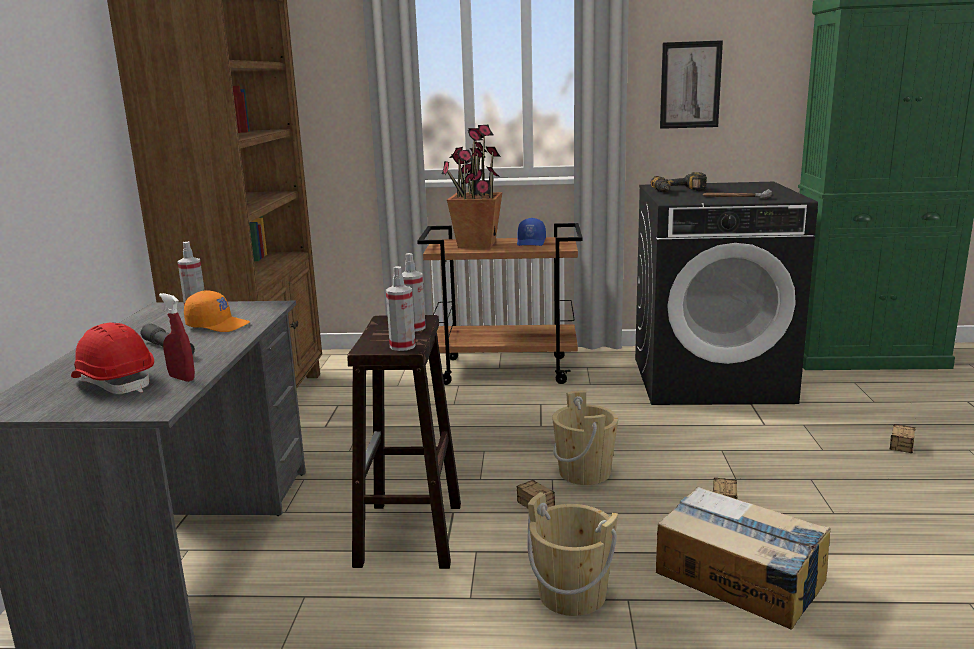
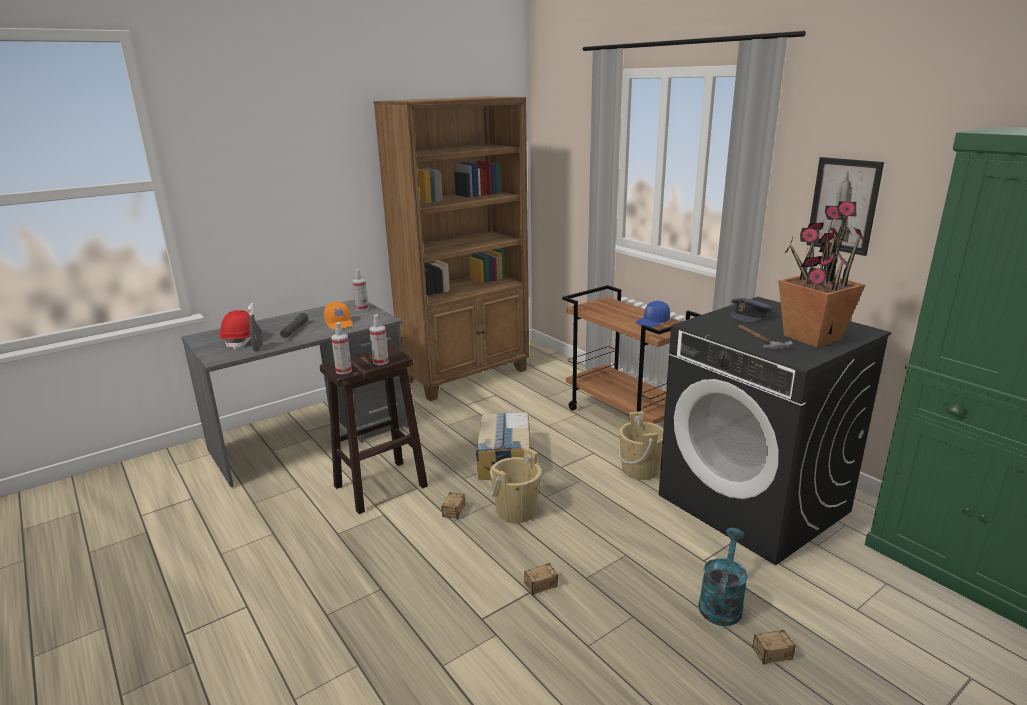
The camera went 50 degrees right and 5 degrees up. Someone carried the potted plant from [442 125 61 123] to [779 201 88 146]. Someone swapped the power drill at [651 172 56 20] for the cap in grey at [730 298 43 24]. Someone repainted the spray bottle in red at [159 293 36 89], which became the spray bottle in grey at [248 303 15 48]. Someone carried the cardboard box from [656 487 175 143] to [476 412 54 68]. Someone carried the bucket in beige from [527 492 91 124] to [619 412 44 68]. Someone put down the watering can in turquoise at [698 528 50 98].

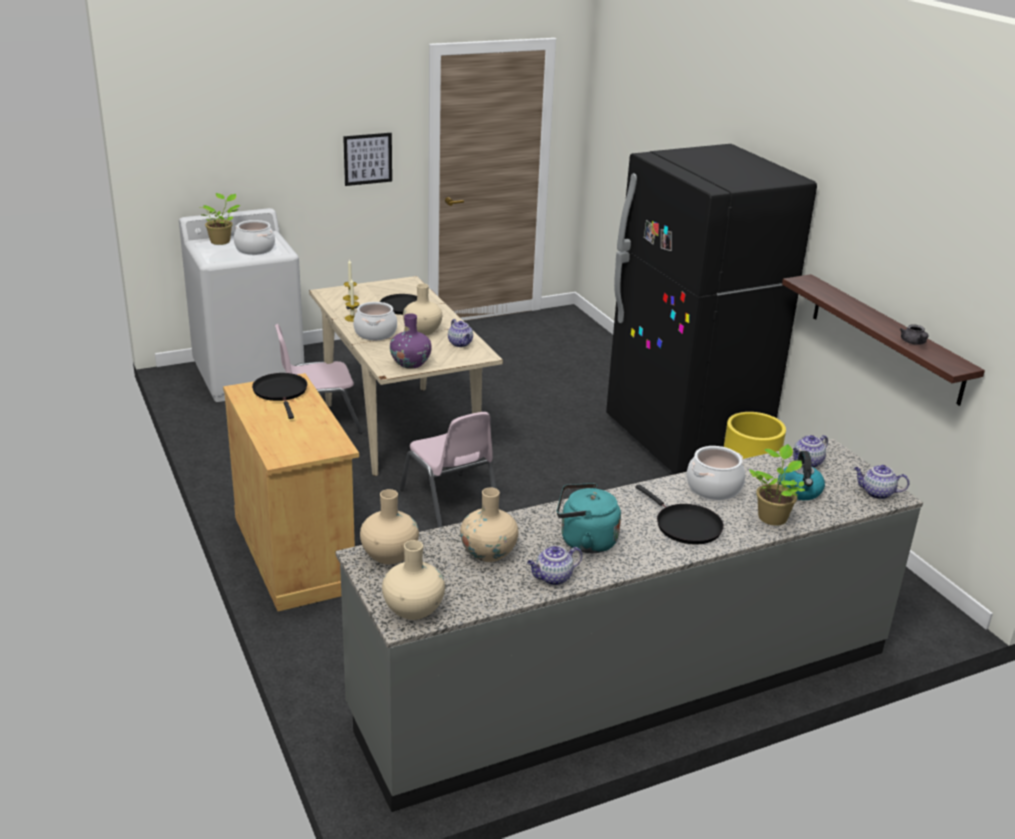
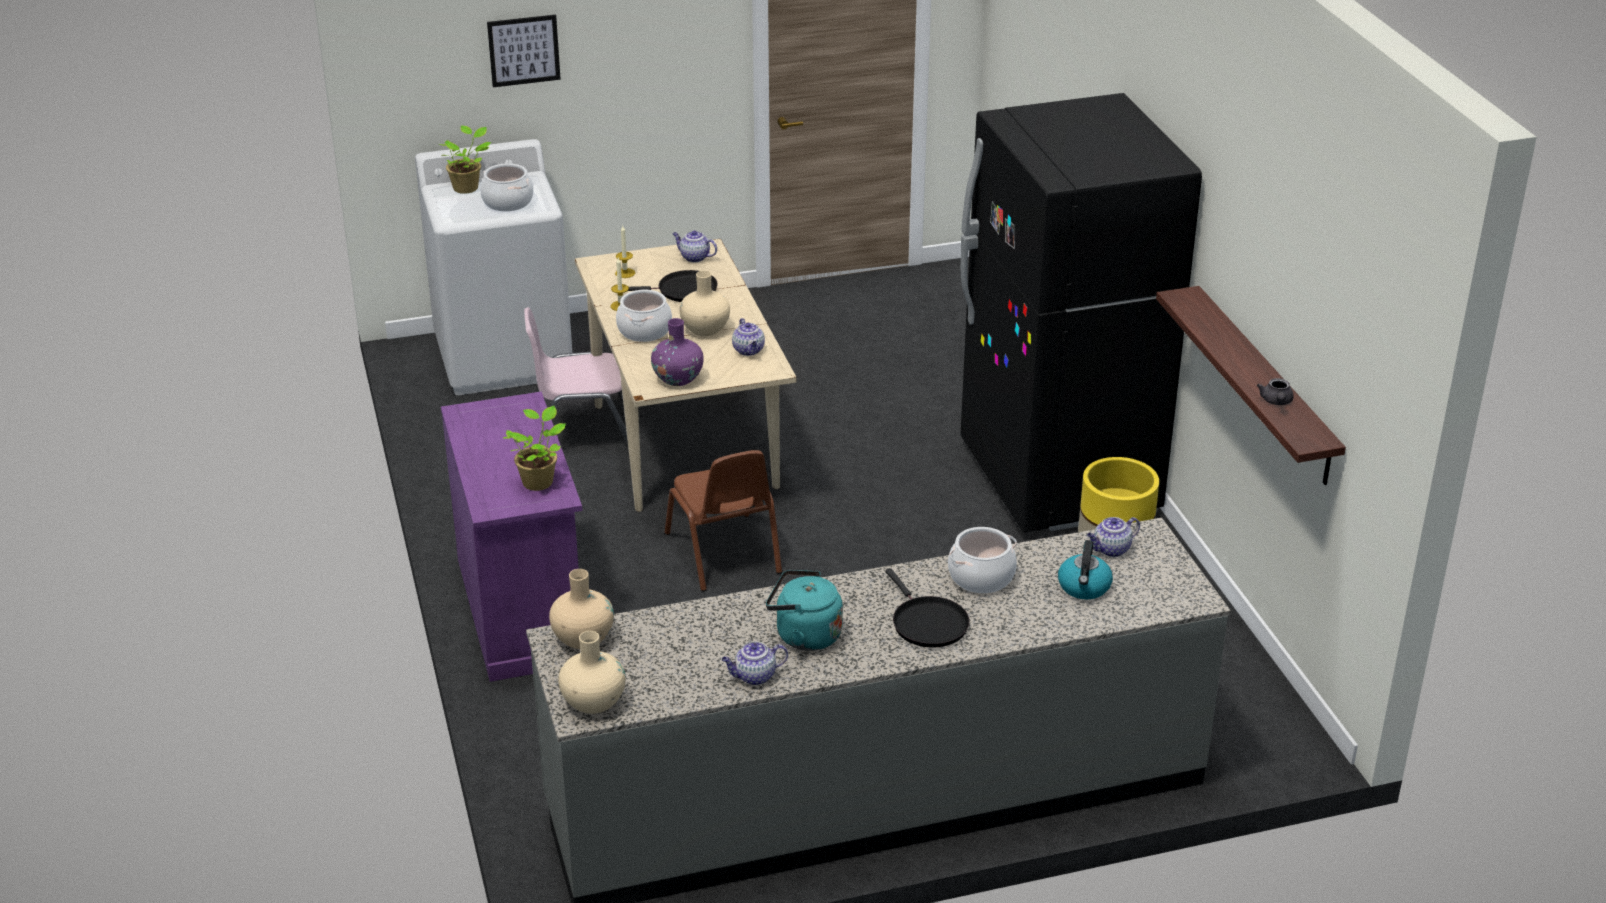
The camera went 10 degrees right and 5 degrees up. Someone carried the picture from [343 133 49 53] to [487 14 74 73]. Someone repainted the cabinet in beige at [223 373 136 239], which became the cabinet in purple at [441 392 141 290]. Someone took away the frying pan in black at [252 373 55 46]. Someone repainted the chair in pink at [400 412 96 116], which became the chair in brown at [665 450 117 142]. Someone carried the potted plant from [749 444 56 82] to [503 406 63 85]. Someone carried the teapot from [854 465 56 34] to [672 231 45 32]. Someone took away the vase in beige at [460 488 58 74].

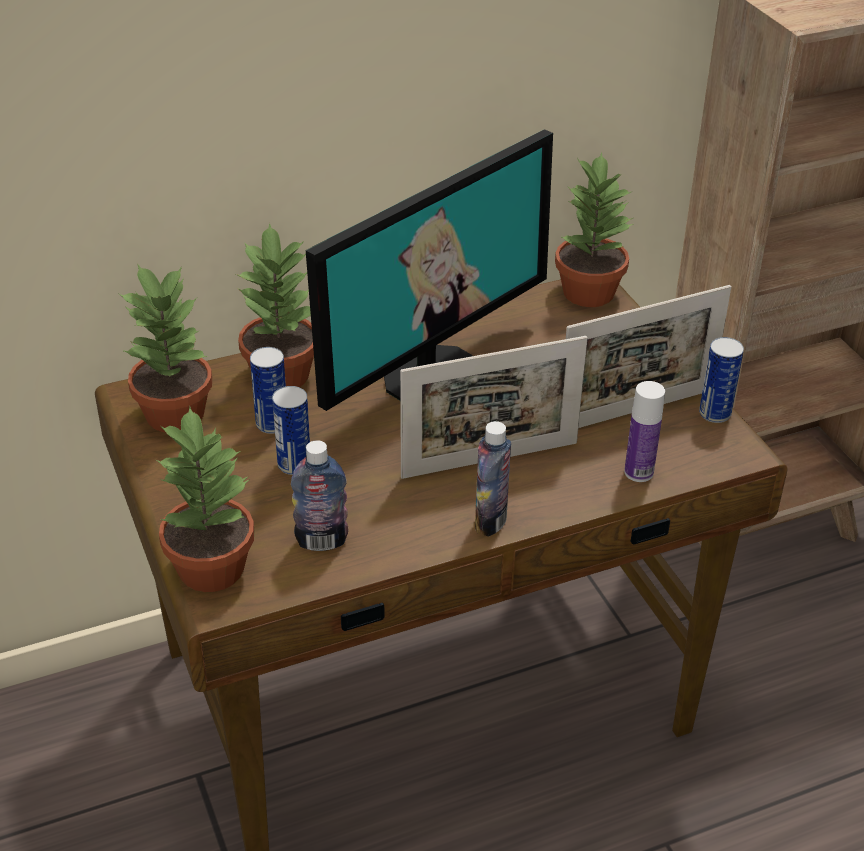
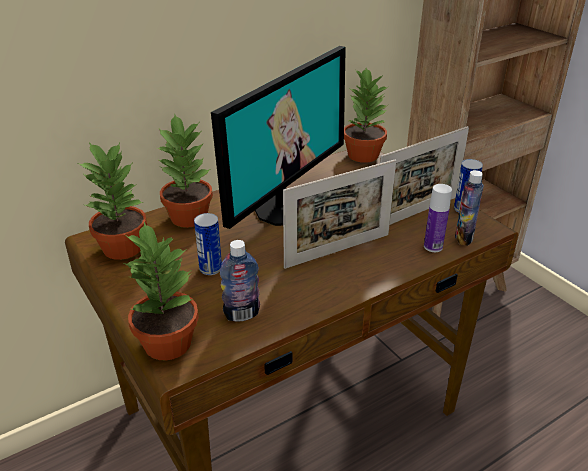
The camera went 10 degrees left and 5 degrees down. Someone took away the can at [250 347 36 87]. Someone carried the bottle from [475 421 36 116] to [455 170 29 76].

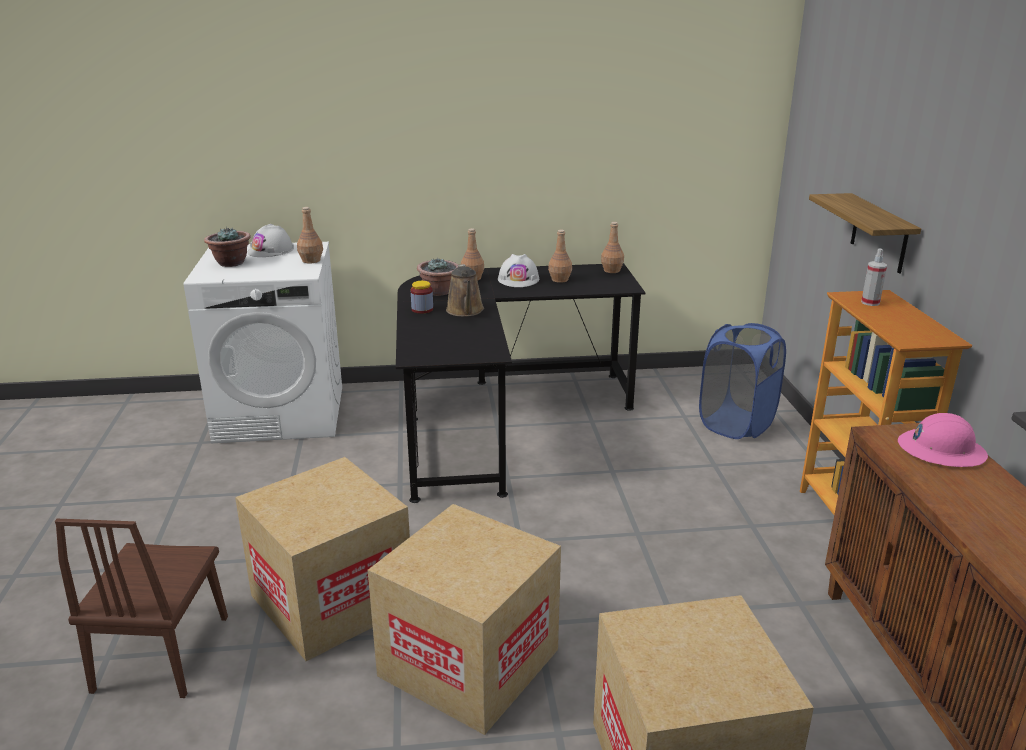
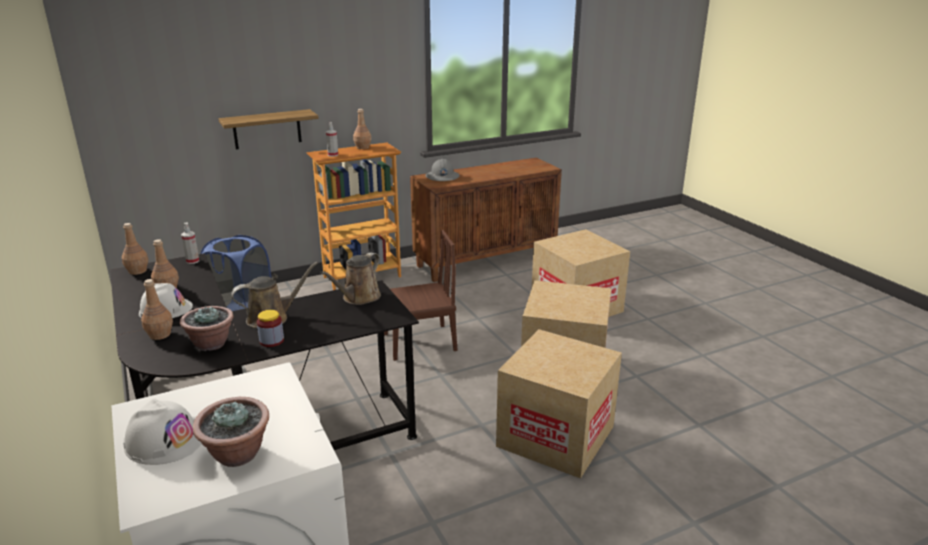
The camera went 110 degrees left and 0 degrees up. Someone carried the bottle in brown from [297 207 26 57] to [353 109 18 40]. Someone repainted the hard hat in pink at [898 413 90 54], which became the hard hat in grey at [425 159 35 22]. Someone carried the chair in brown from [55 519 173 179] to [384 230 73 131]. Someone put down the spray bottle at [181 223 18 41]. Someone put down the watering can in brown at [320 252 61 53].

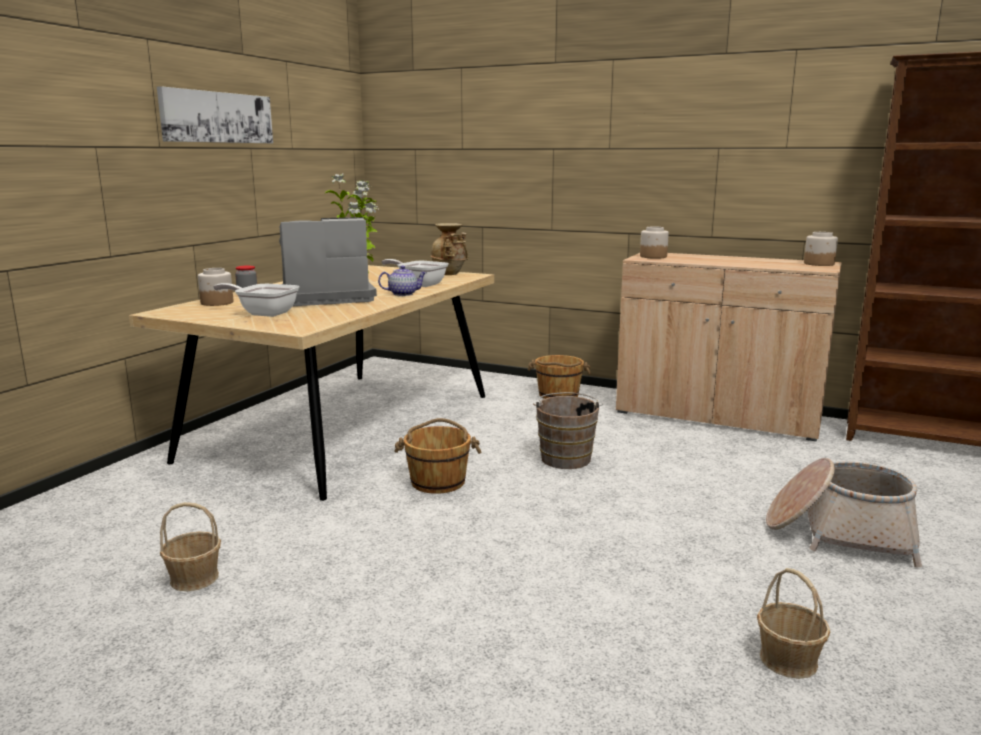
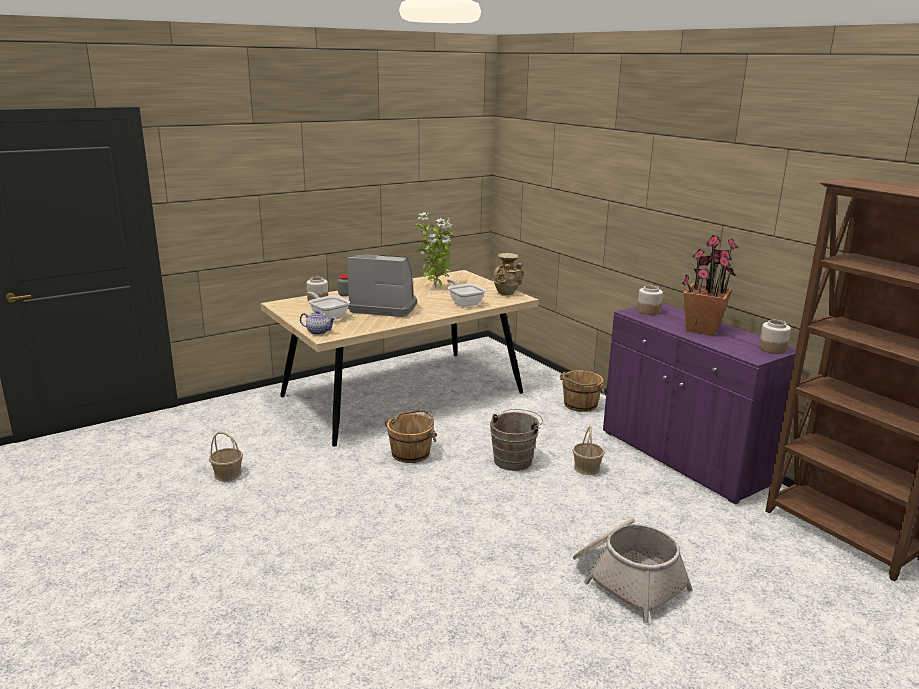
The camera went 30 degrees right and 5 degrees up. Someone took away the picture at [157 86 116 57]. Someone repainted the cabinet in beige at [616 253 226 189], which became the cabinet in purple at [603 303 193 202]. Someone carried the teapot from [378 266 49 30] to [300 310 36 25]. Someone carried the basket from [757 568 74 111] to [572 425 33 50]. Someone put down the potted plant at [682 235 56 101].

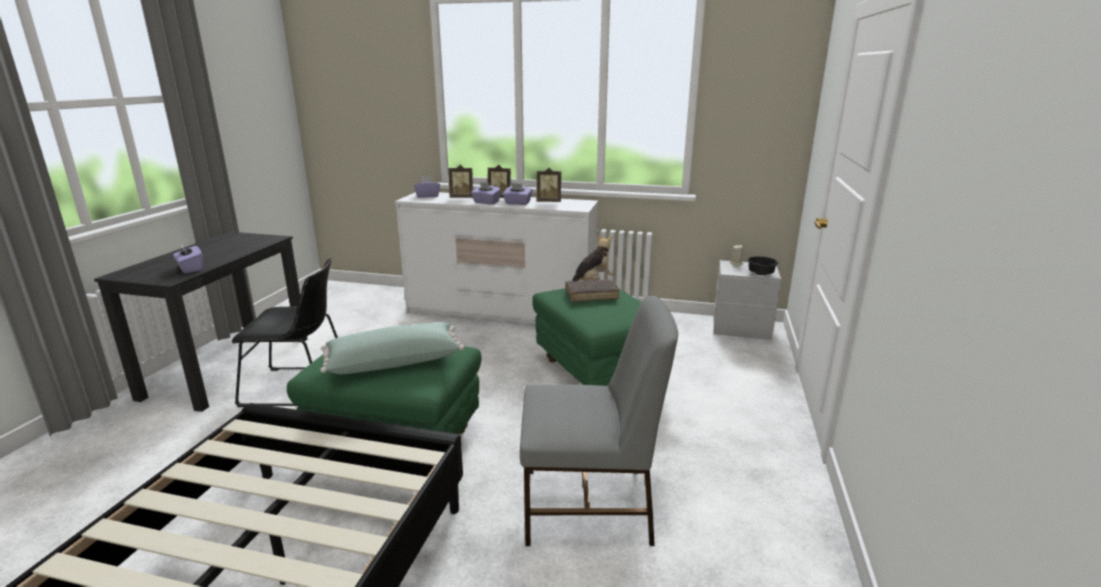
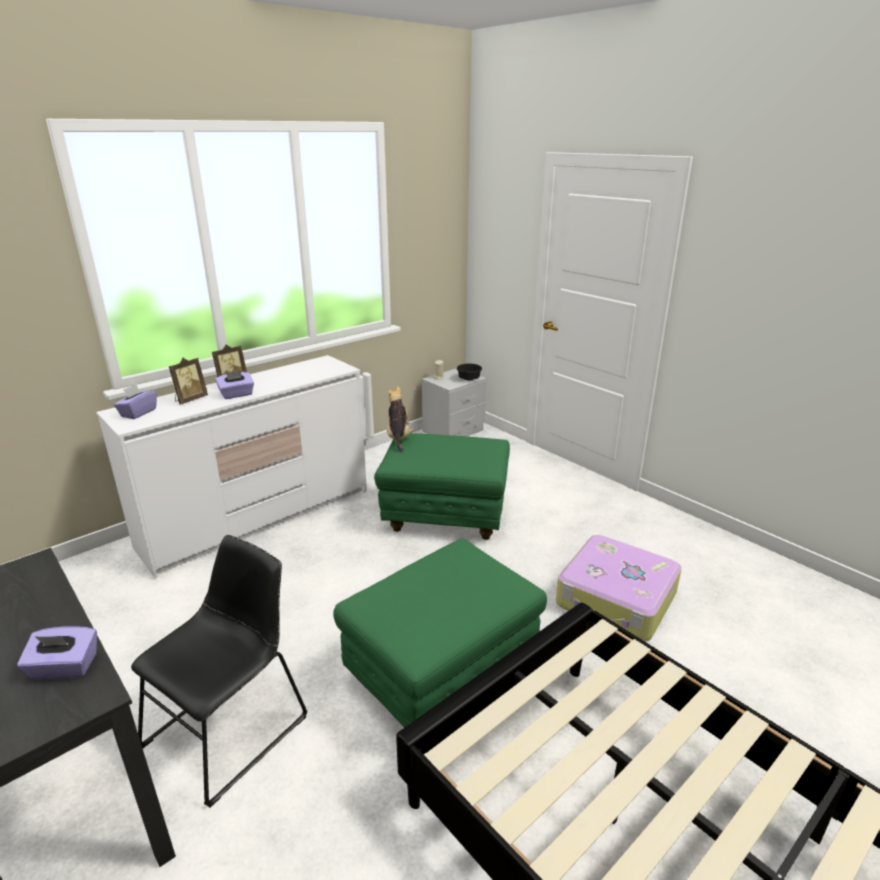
The camera went 55 degrees left and 5 degrees up. Someone took away the picture frame at [537 168 24 34]. Someone took away the tissue box in purple at [503 183 29 22]. Someone took away the book in brown at [565 280 55 22]. Someone swapped the chair in grey at [520 296 158 250] for the suitcase at [556 535 126 106]. Someone took away the pillow in green at [320 322 144 52].

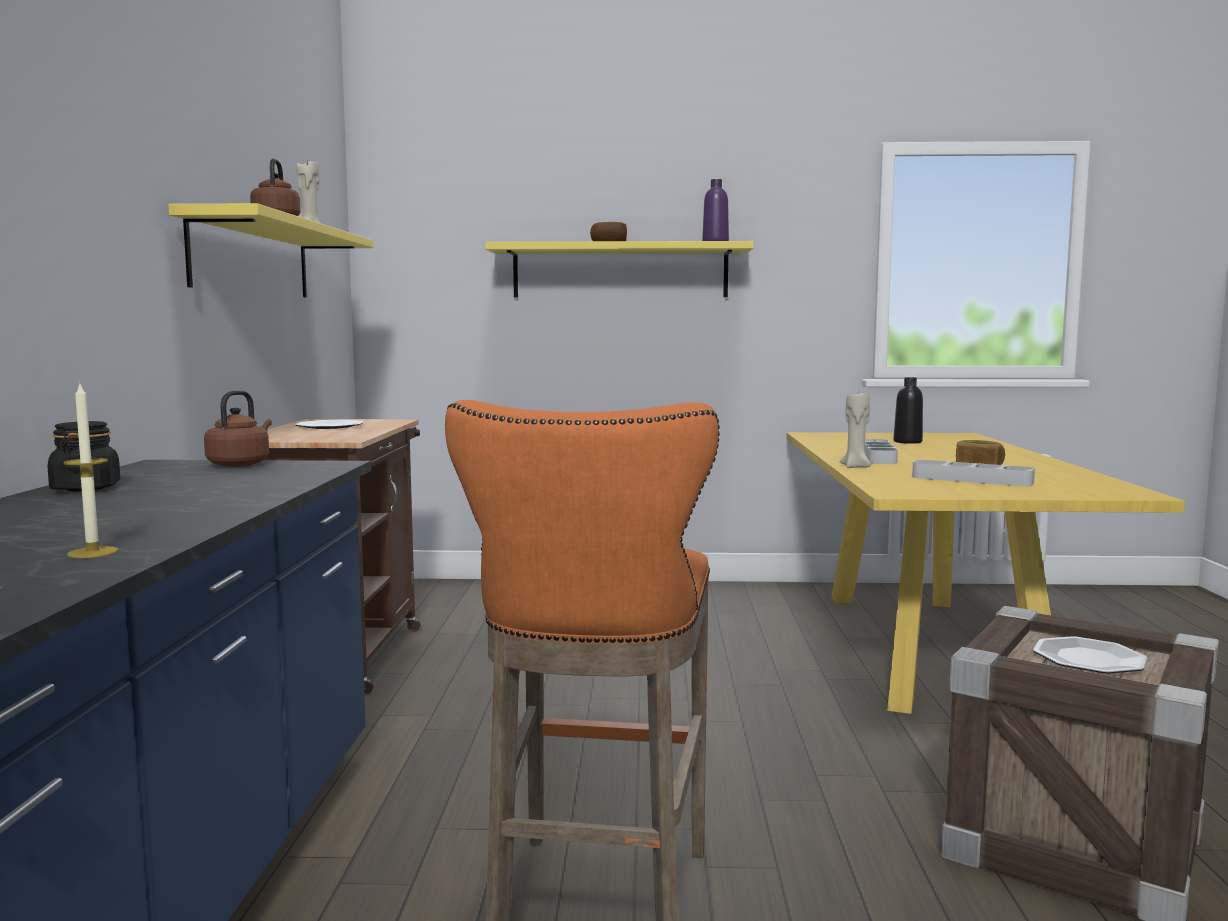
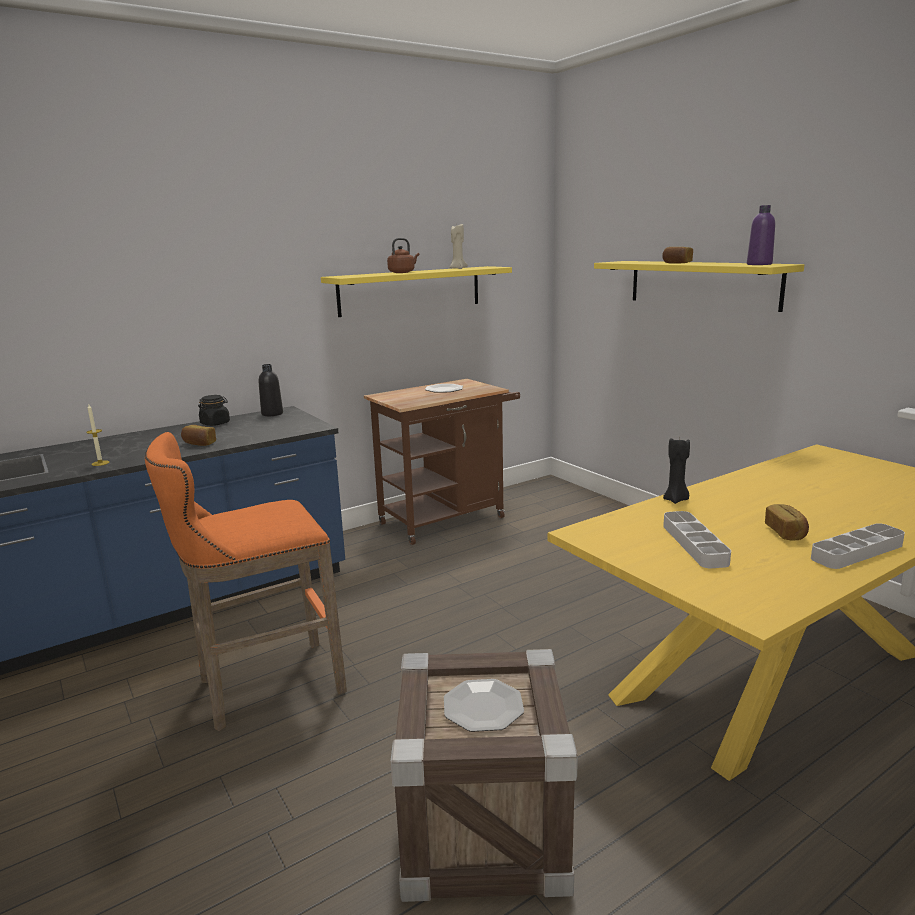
The camera went 55 degrees right and 10 degrees up. Someone carried the bottle in black from [894 377 29 67] to [259 364 24 52]. Someone took away the kettle in brown at [204 390 68 77]. Someone repainted the candle in beige at [839 392 32 76], which became the candle in black at [663 438 27 66]. Someone carried the tray in grey from [865 439 33 25] to [811 523 94 46]. Someone put down the bread at [181 425 35 21].

